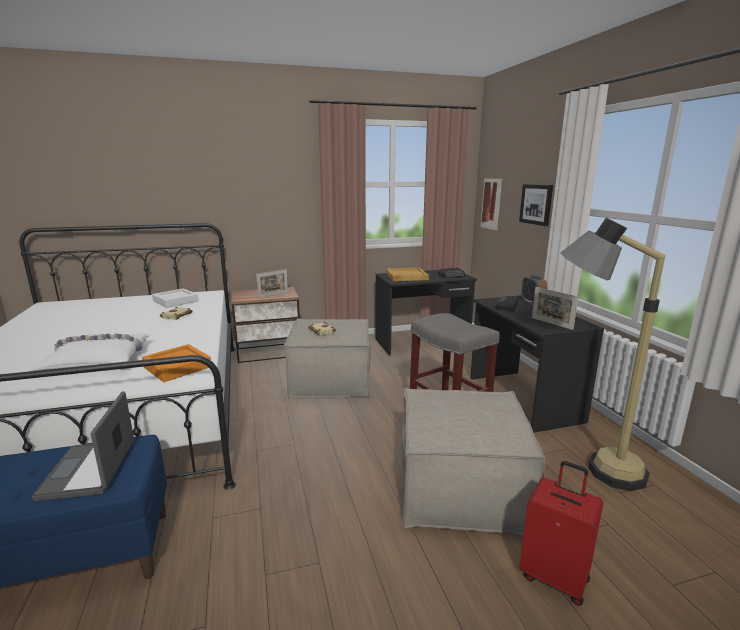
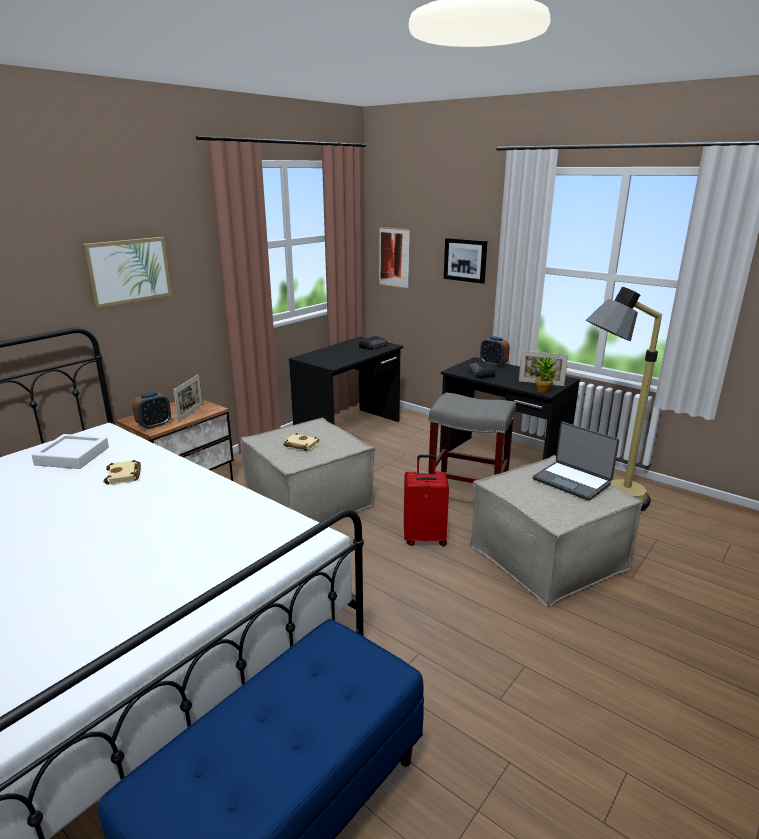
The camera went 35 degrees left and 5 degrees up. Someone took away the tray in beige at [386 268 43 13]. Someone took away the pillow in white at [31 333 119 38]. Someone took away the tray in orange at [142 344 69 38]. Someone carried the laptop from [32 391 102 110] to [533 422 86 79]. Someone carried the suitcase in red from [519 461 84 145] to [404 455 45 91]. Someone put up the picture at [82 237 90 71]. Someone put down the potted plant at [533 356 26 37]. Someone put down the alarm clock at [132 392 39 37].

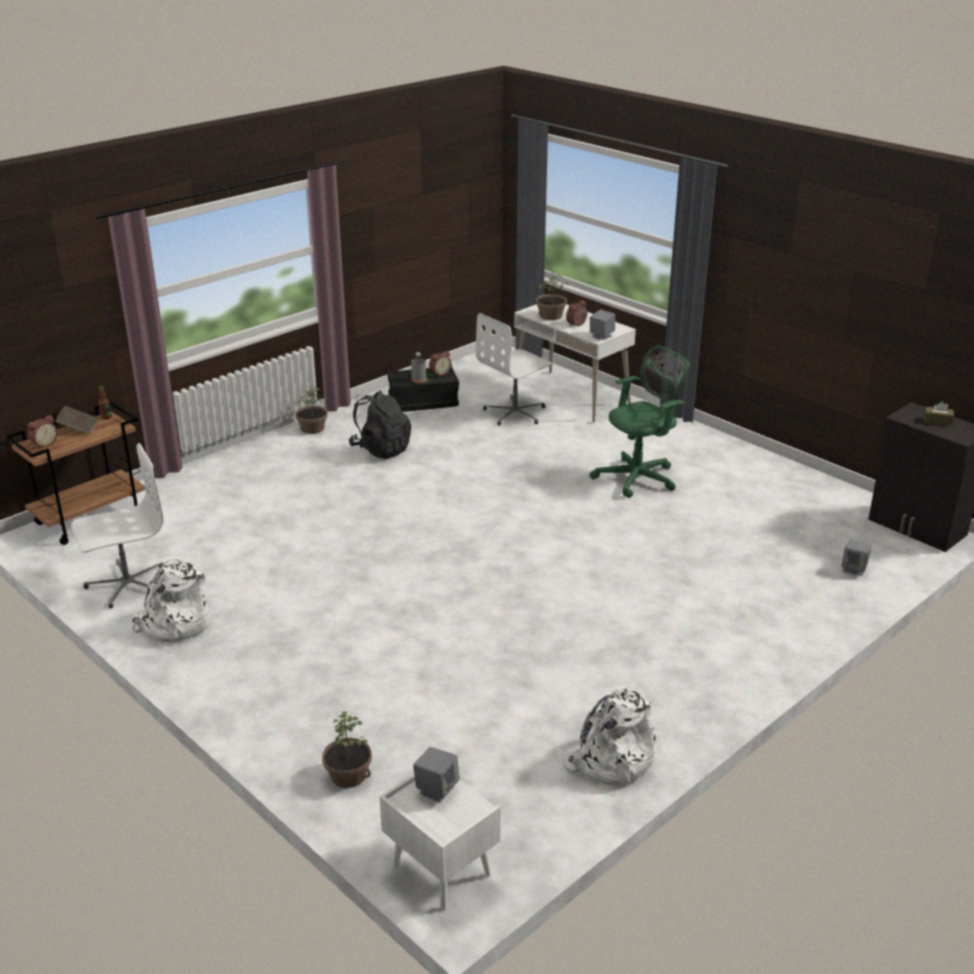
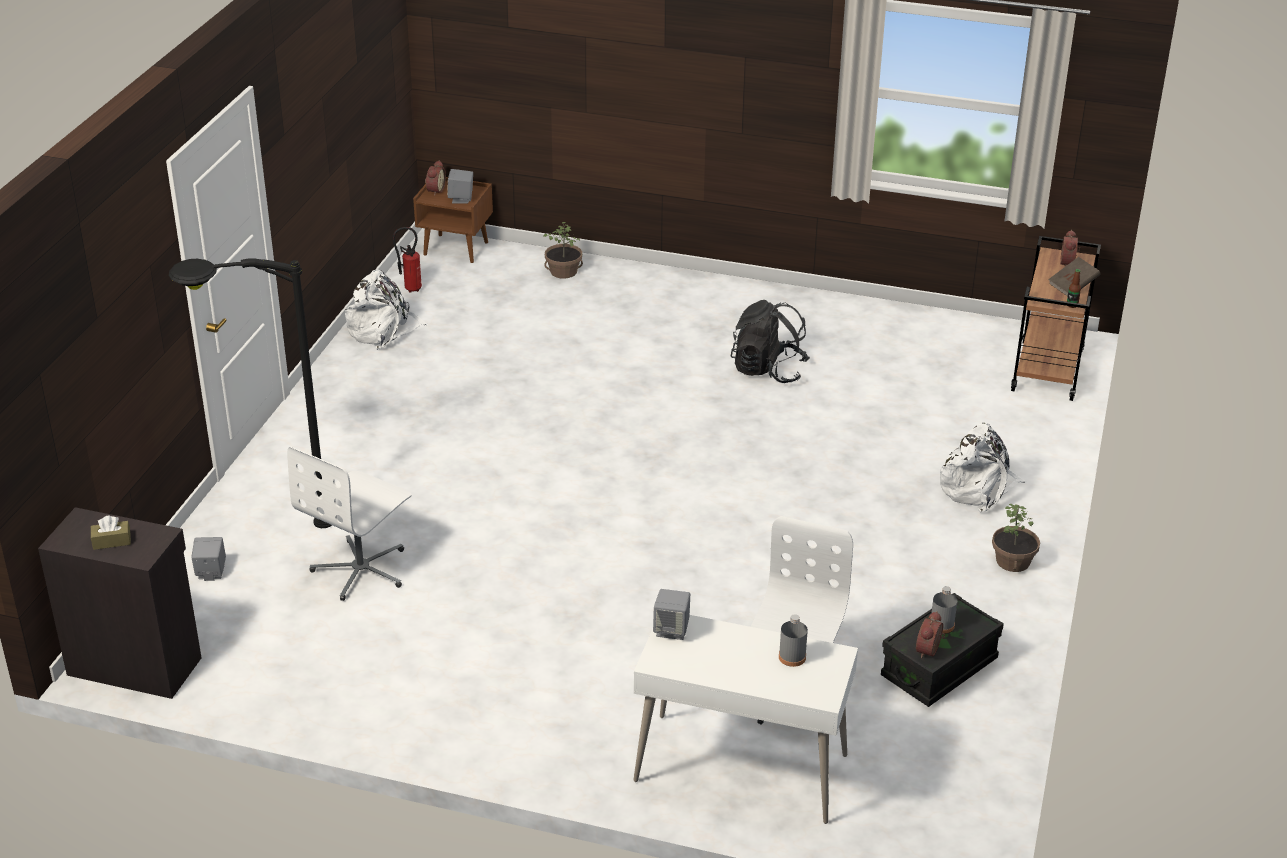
The camera went 150 degrees right and 5 degrees up. Someone swapped the potted plant at [536 272 32 48] for the bottle in grey at [779 614 29 53]. Someone carried the alarm clock from [566 300 21 26] to [425 160 21 36]. Someone took away the office chair in green at [590 345 100 153]. Someone carried the backpack in black from [349 390 62 69] to [731 300 79 83]. Someone carried the office chair in white from [71 443 93 165] to [287 447 124 154]. Someone carried the backpack in white from [132 557 78 86] to [940 423 86 90]. Someone repainted the nightstand in white at [380 774 121 136], which became the nightstand in brown at [413 177 80 86]. Someone put down the fire extinguisher at [393 227 29 66]. Someone put down the floor lamp in black at [169 258 163 270].

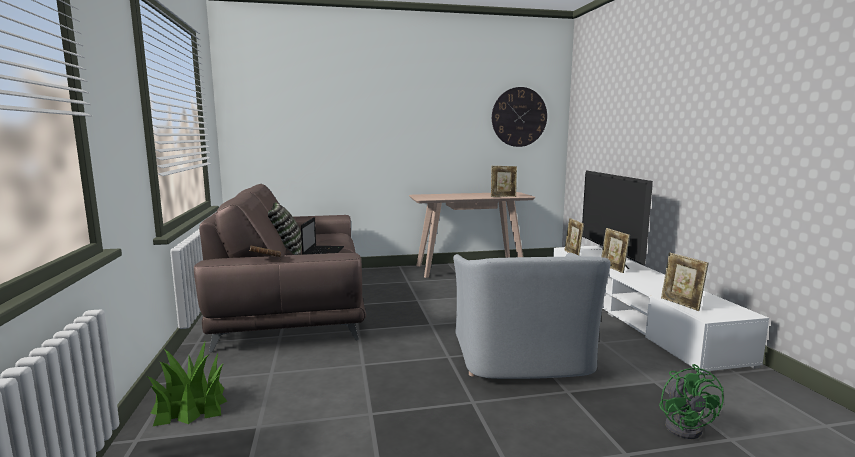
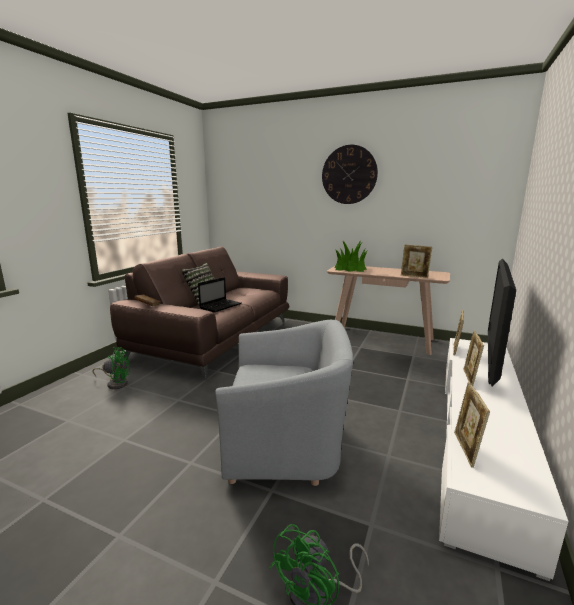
The camera went 35 degrees right and 5 degrees up. Someone carried the wall clock from [492 87 55 60] to [322 145 56 59]. Someone rotated the armchair in grey at [453 253 158 126] by 120 degrees counterclockwise. Someone carried the potted plant from [147 342 80 84] to [334 240 34 32]. Someone put down the fan in green at [92 347 38 43].

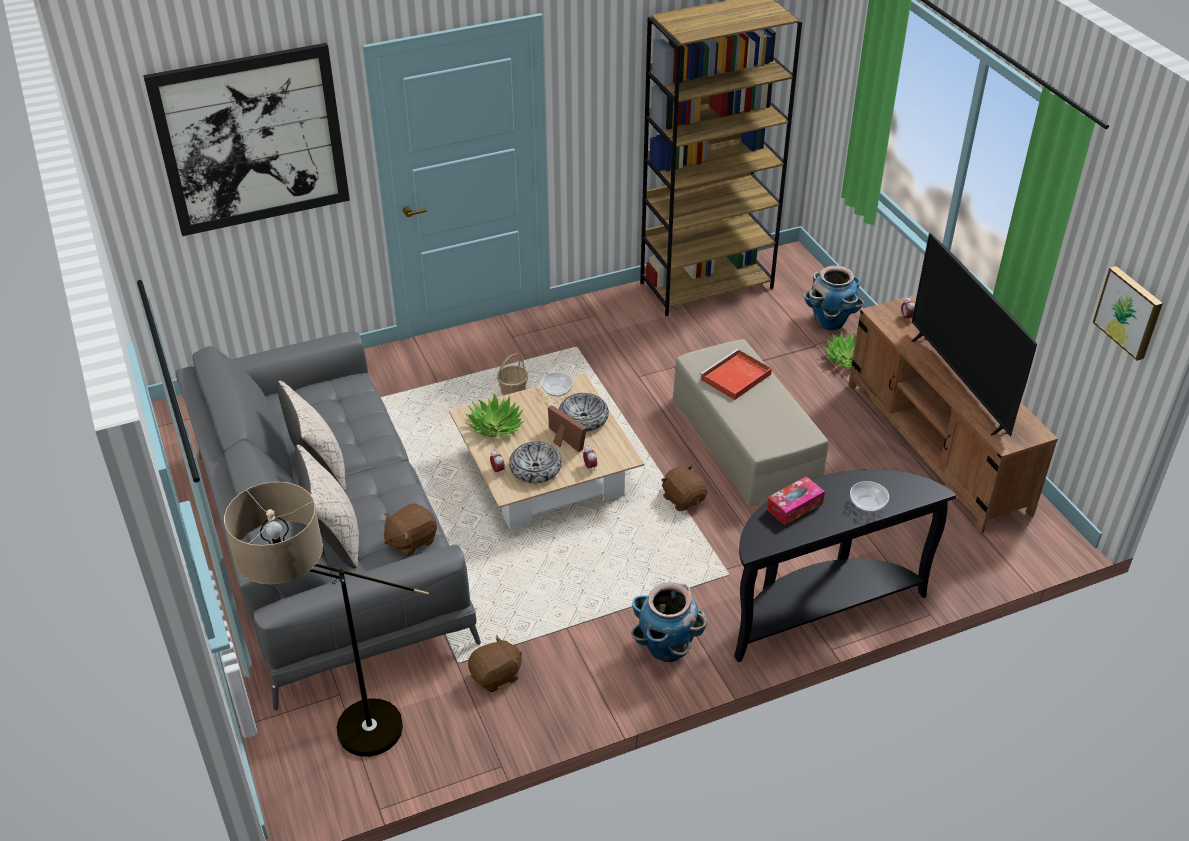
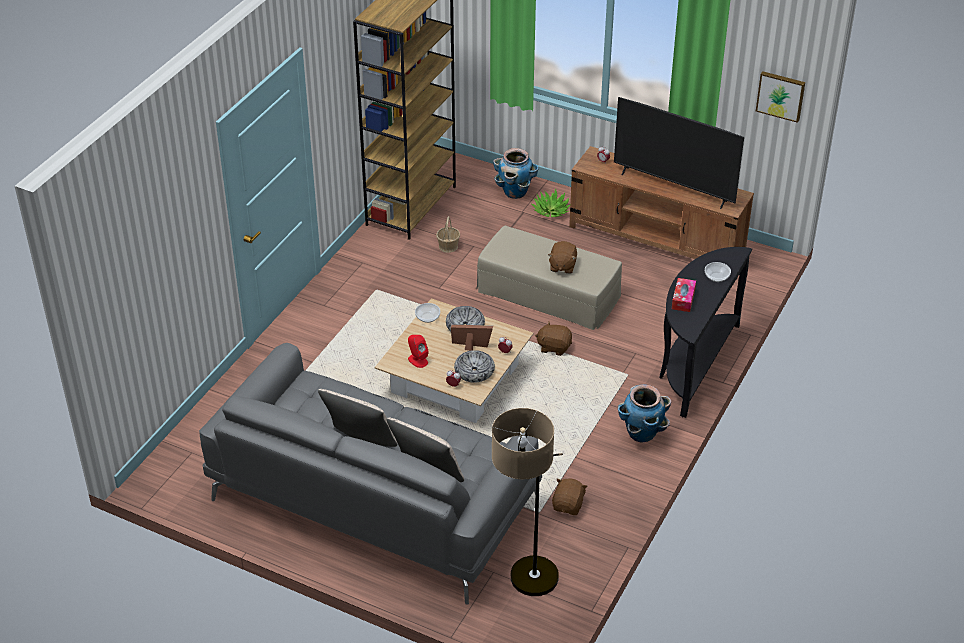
The camera went 40 degrees left and 0 degrees up. Someone took away the picture at [143 43 207 193]. Someone took away the tray in red at [700 349 72 51]. Someone carried the basket from [497 353 31 42] to [436 216 24 37]. Someone swapped the potted plant at [466 394 58 43] for the speaker in red at [408 335 21 33]. Someone carried the plush toy in brown from [384 503 53 53] to [548 241 29 33].

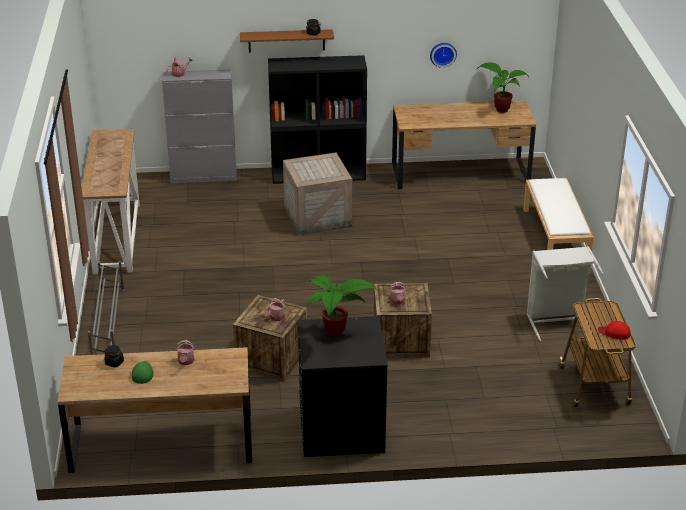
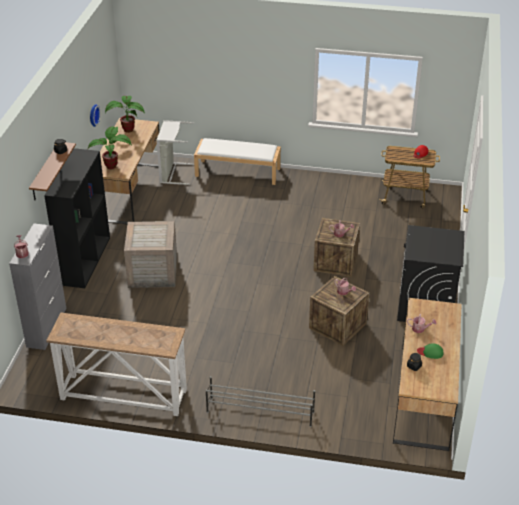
The camera went 75 degrees left and 5 degrees up. Someone carried the laundry basket in grey from [527 246 76 96] to [156 120 38 65]. Someone carried the potted plant from [306 275 71 61] to [88 126 44 43].

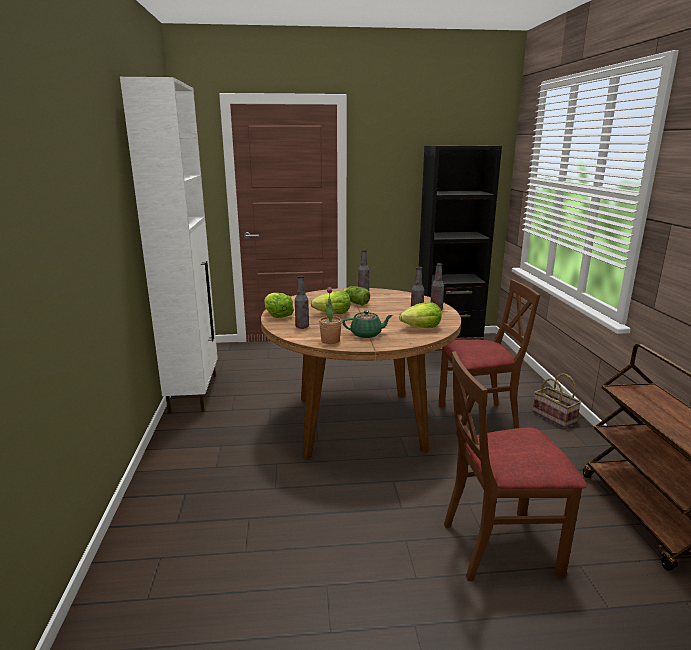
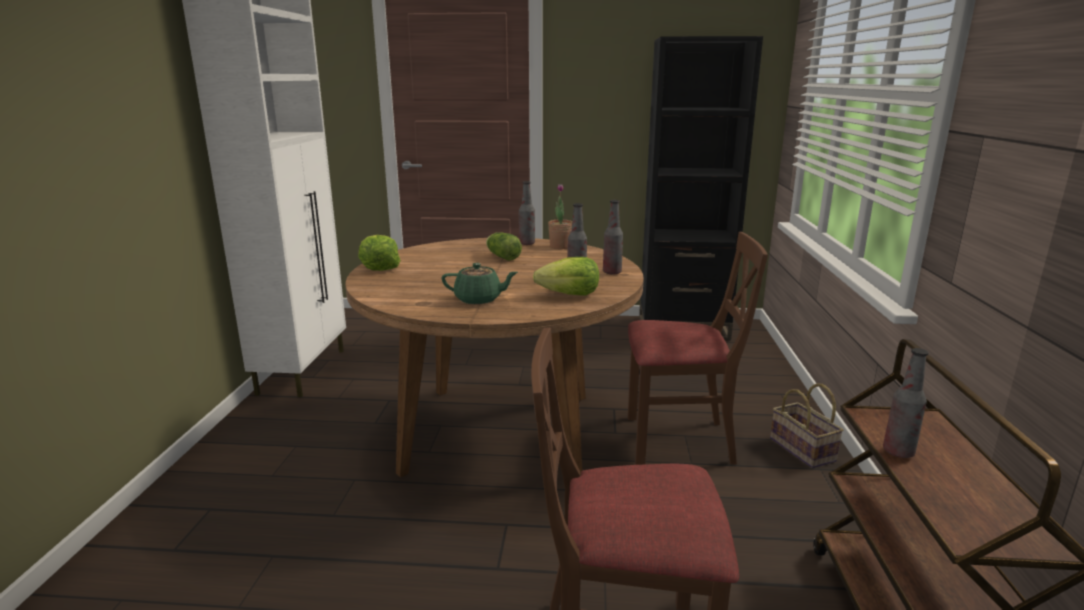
The camera went 10 degrees right and 0 degrees up. Someone carried the bottle from [295 275 14 54] to [883 348 45 110]. Someone carried the potted plant from [319 286 23 58] to [548 184 24 65]. Someone took away the lettuce at [311 291 39 23].

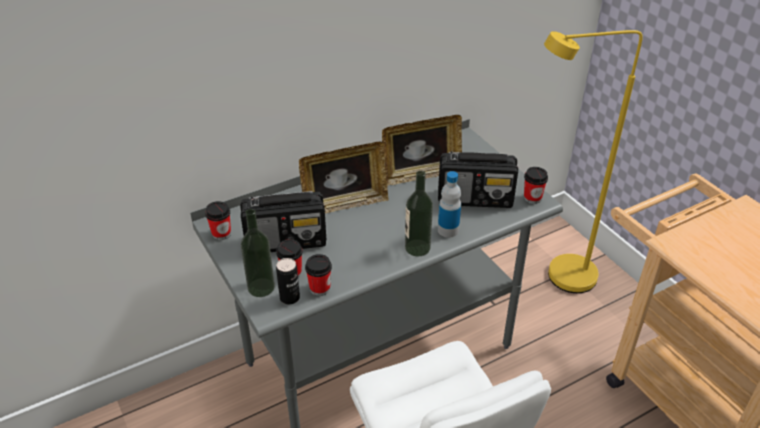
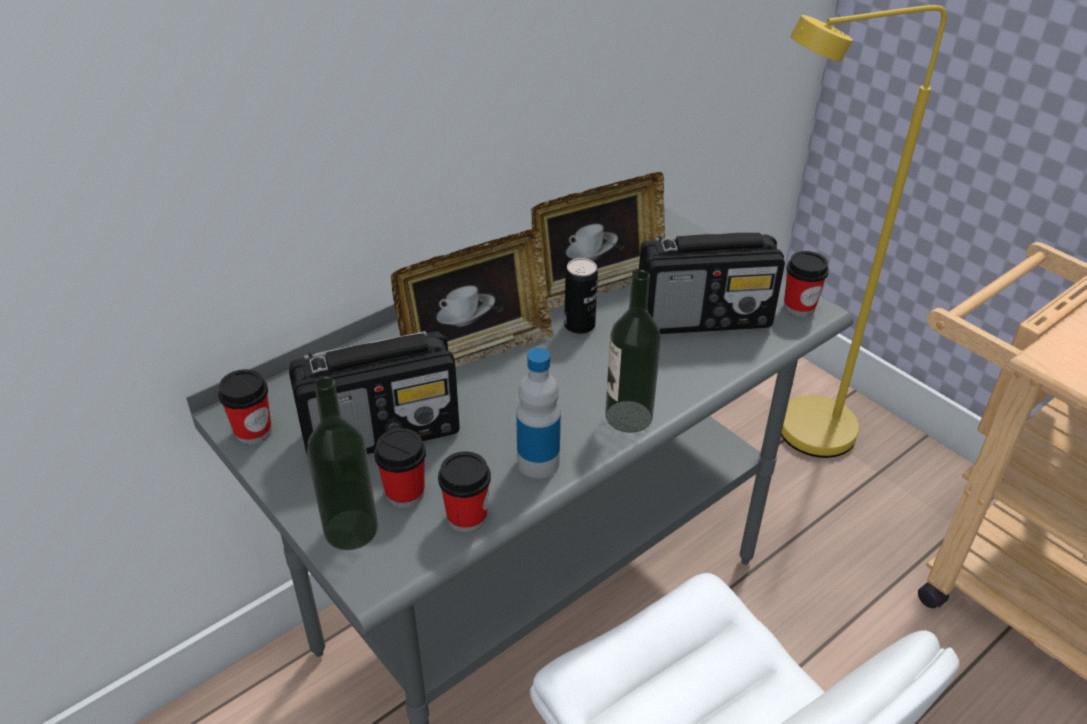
The camera went 10 degrees left and 0 degrees up. Someone carried the bottle from [438 171 23 67] to [516 348 45 130]. Someone carried the can from [276 258 24 46] to [564 258 34 76].

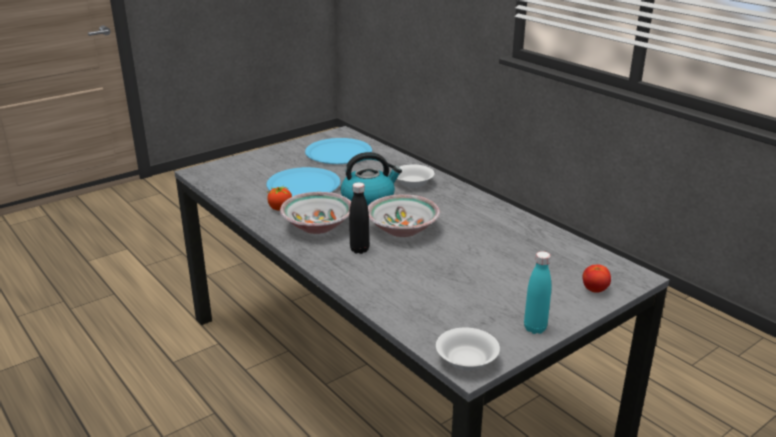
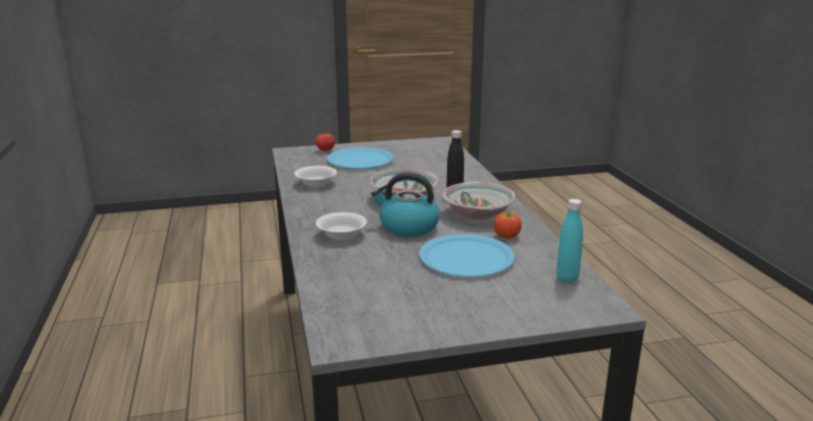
The camera went 155 degrees left and 5 degrees down. Someone carried the plate in blue from [305 138 67 26] to [327 147 67 22]. Someone carried the bottle in turquoise from [524 251 27 83] to [556 199 27 84]. Someone carried the bowl in white from [436 328 64 42] to [294 166 43 21].

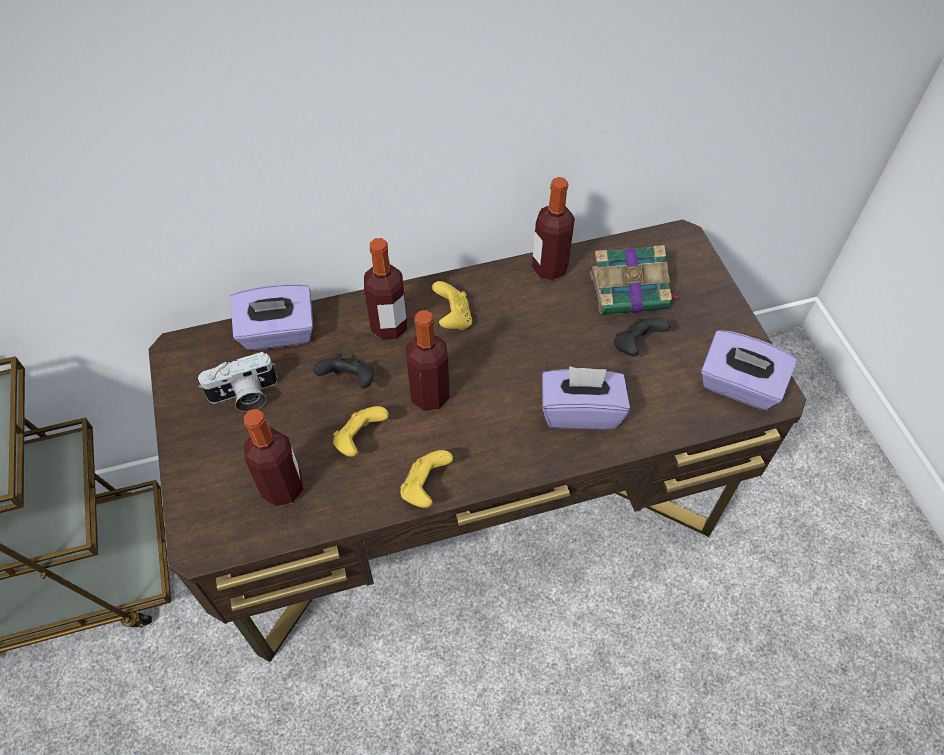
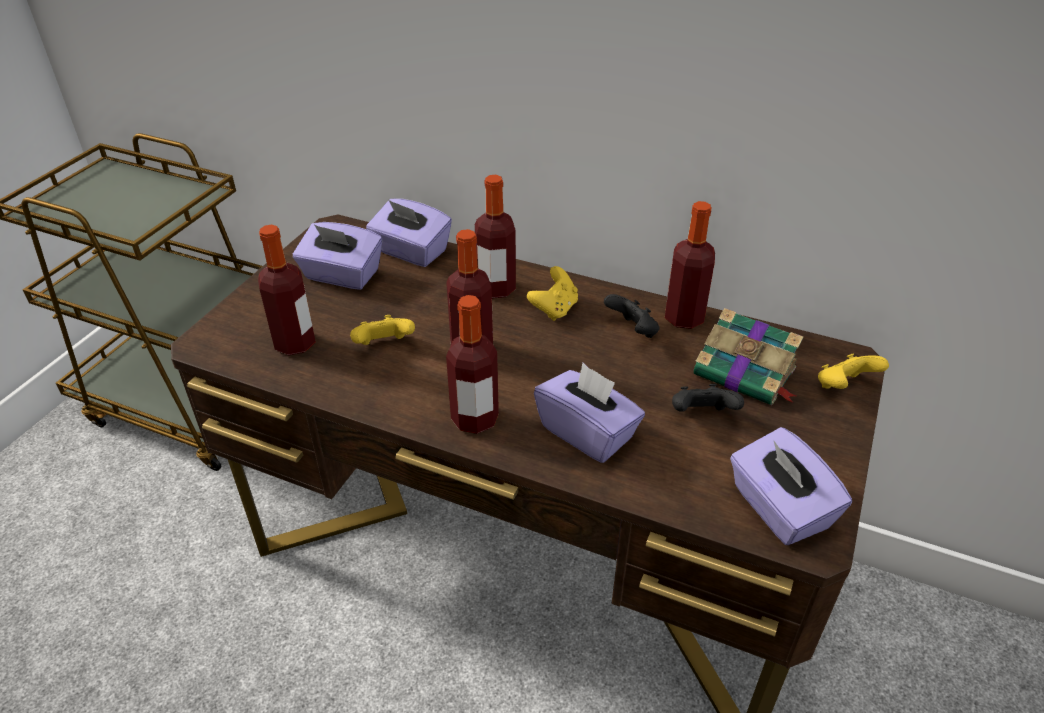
The camera went 40 degrees right and 15 degrees down. Someone swapped the photo camera at [198 352 79 60] for the tissue box in purple at [293 222 89 68]. Someone carried the game controller in black from [314 353 60 35] to [604 294 56 44]. Someone carried the game controller in yellow from [400 450 53 58] to [818 354 71 35]. Someone put down the bottle at [446 295 53 139].

